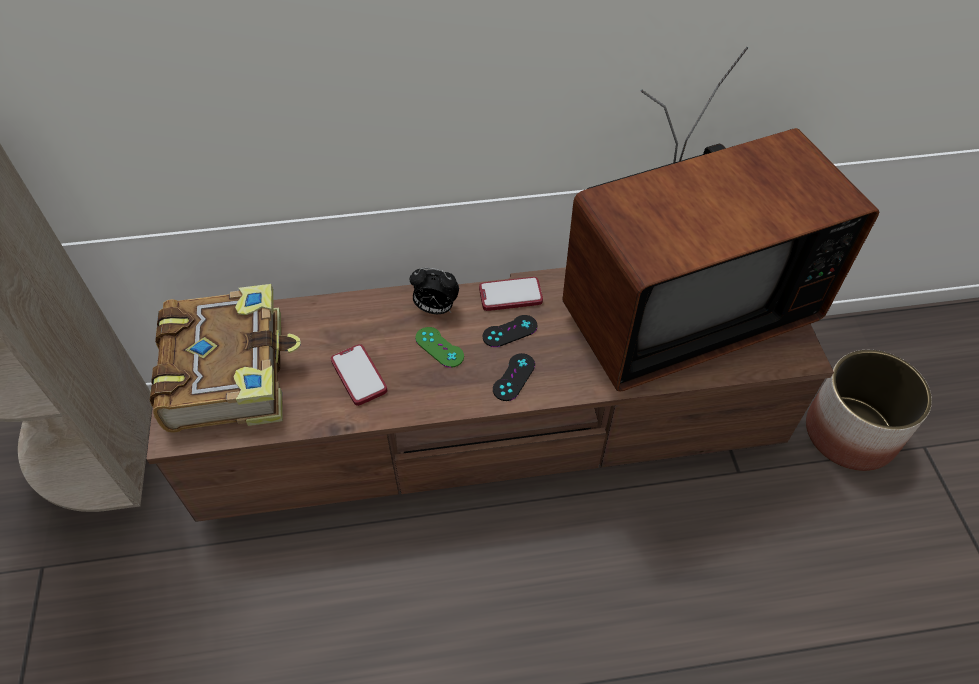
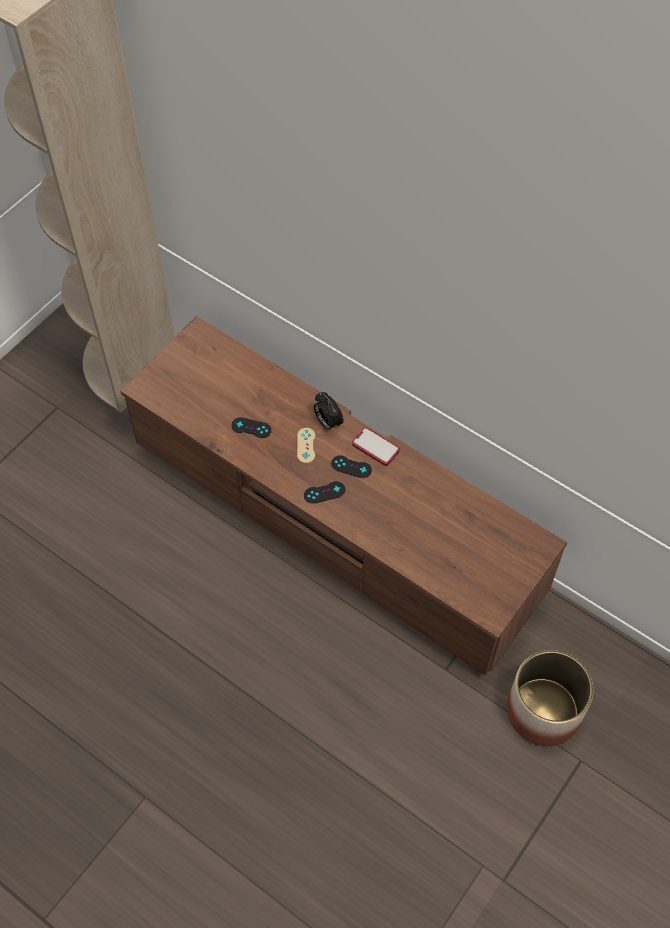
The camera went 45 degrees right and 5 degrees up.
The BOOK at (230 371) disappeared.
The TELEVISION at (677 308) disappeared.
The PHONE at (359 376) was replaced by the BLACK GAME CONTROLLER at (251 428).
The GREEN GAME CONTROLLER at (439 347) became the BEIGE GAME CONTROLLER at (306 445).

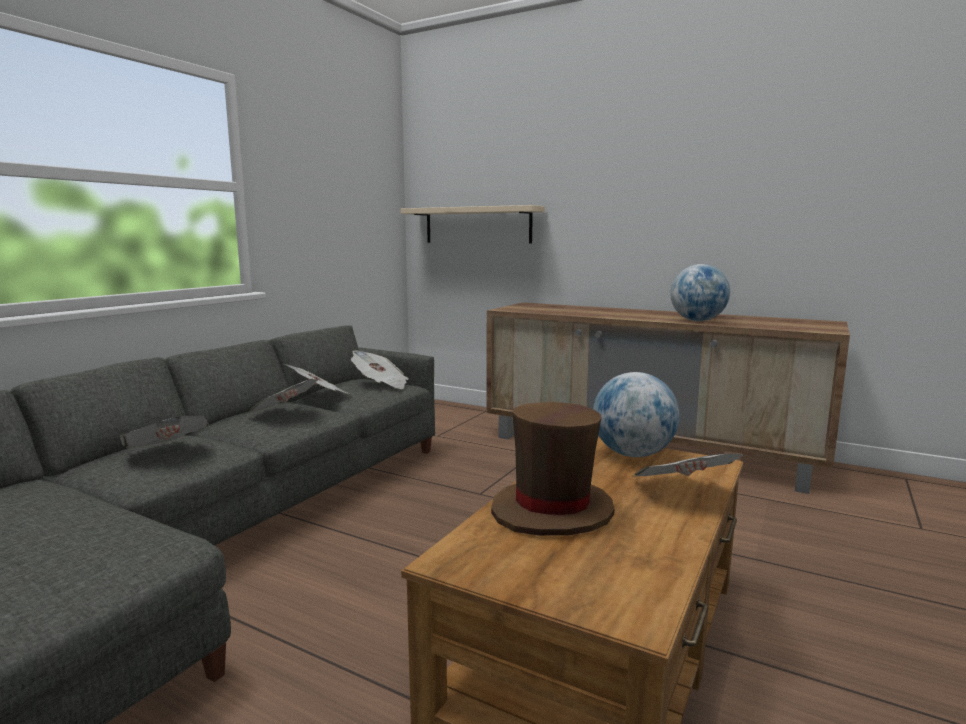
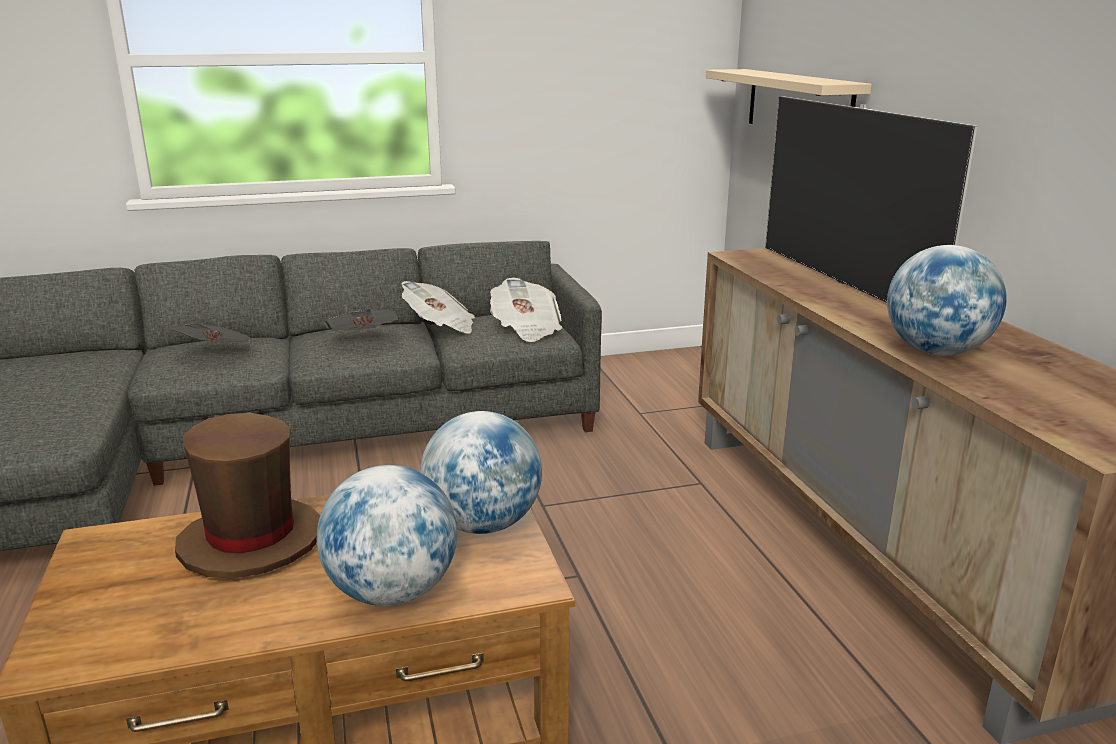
The camera went 45 degrees right and 10 degrees up.
The TELEVISION at (843 283) appeared.
The NEWSPAPER at (682 492) was replaced by the GLOBE at (392 592).

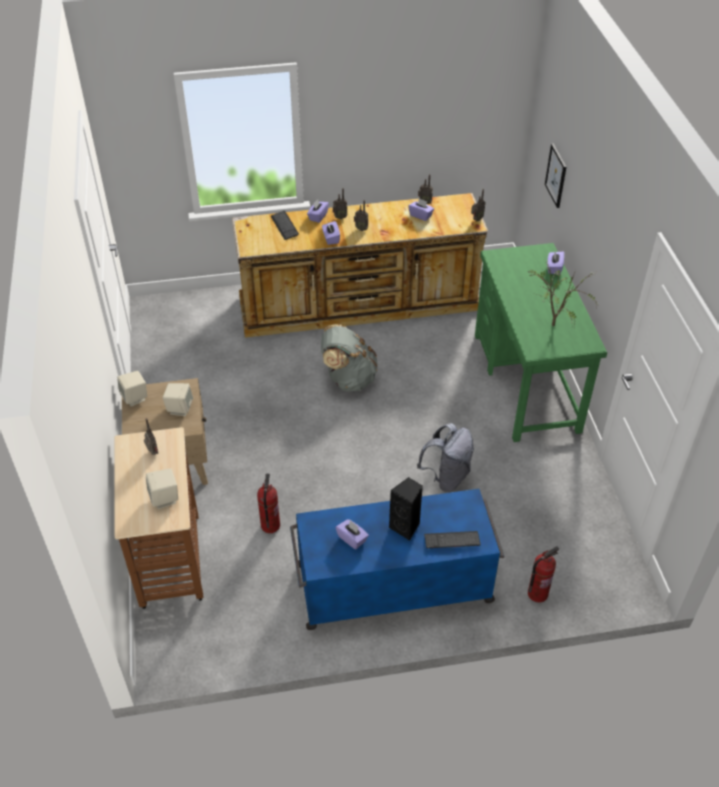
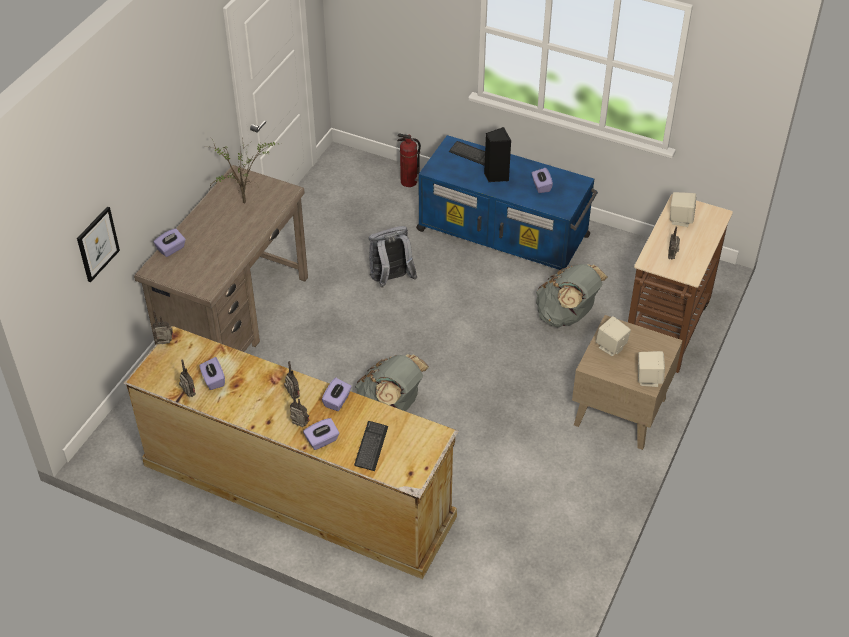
The camera went 145 degrees left and 0 degrees up.
The FIRE EXTINGUISHER at (270 525) was replaced by the GREY BACKPACK at (566 315).
The GREEN DESK at (527 382) became the BROWN DESK at (235 318).

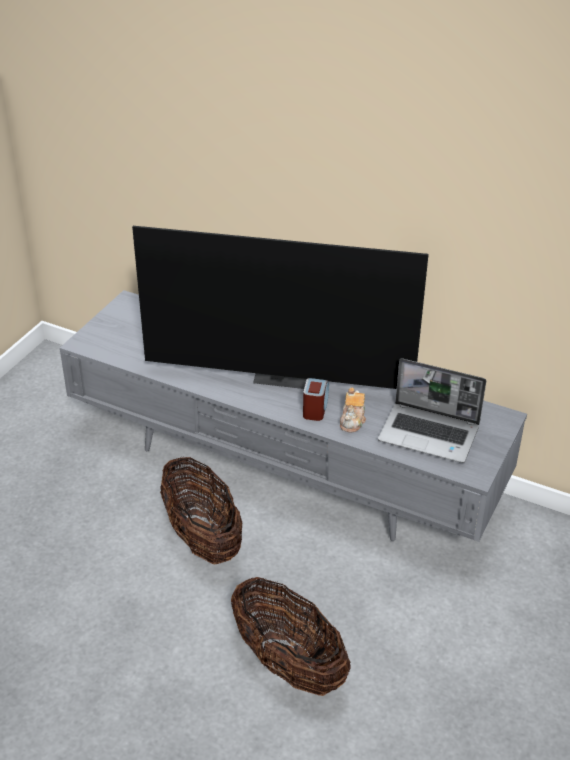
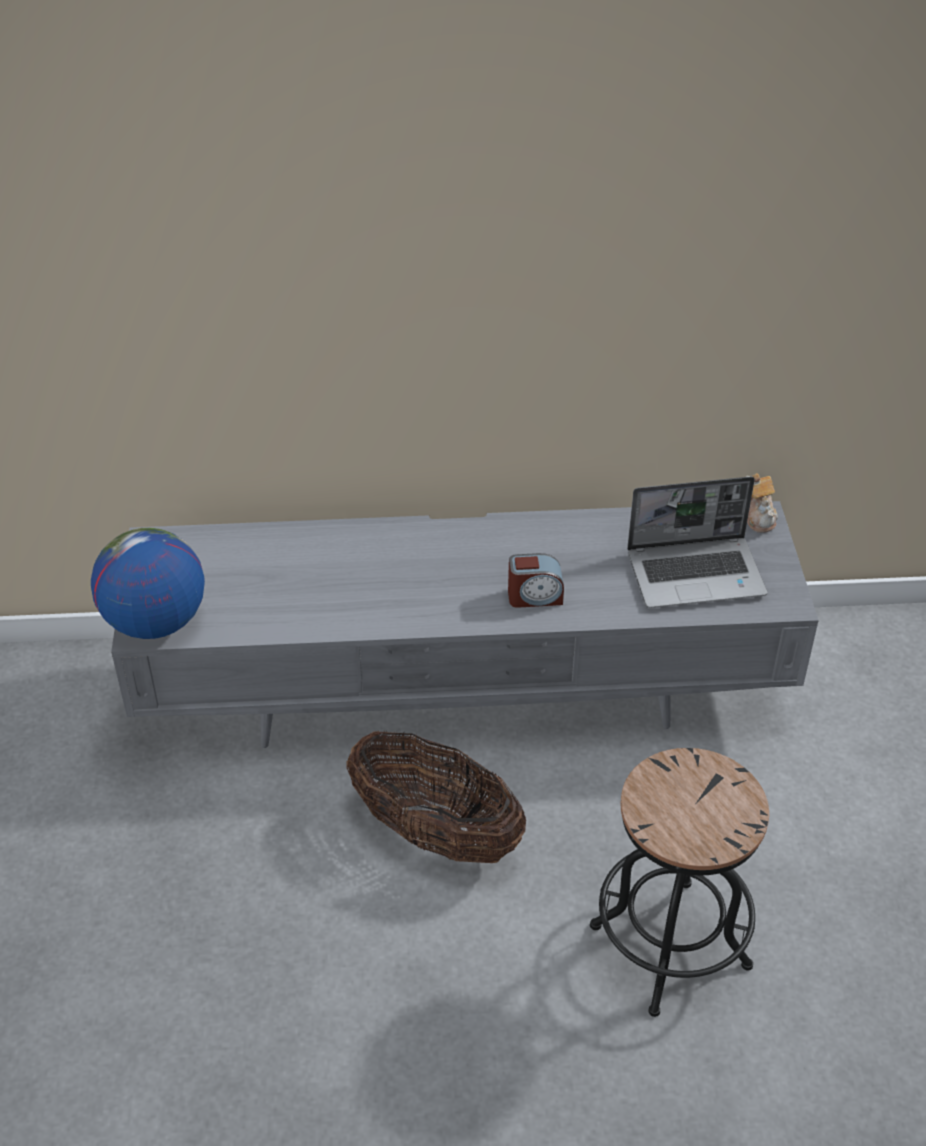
The camera went 30 degrees left and 5 degrees up.
The TELEVISION at (282 375) disappeared.
The GLOBE at (155 622) appeared.
The TEAPOT moved from (352 421) to (757 516).
The BASKET at (288 663) was replaced by the BLACK STOOL at (670 945).
The ALARM CLOCK at (315 408) turned 105 degrees clockwise.

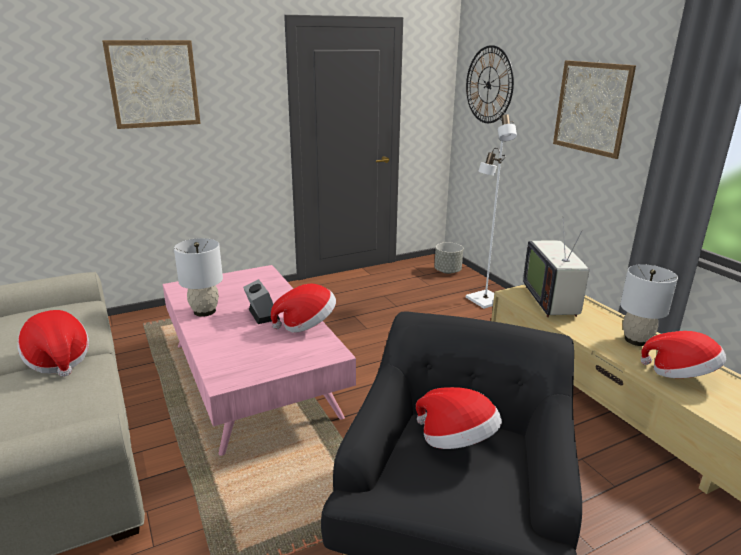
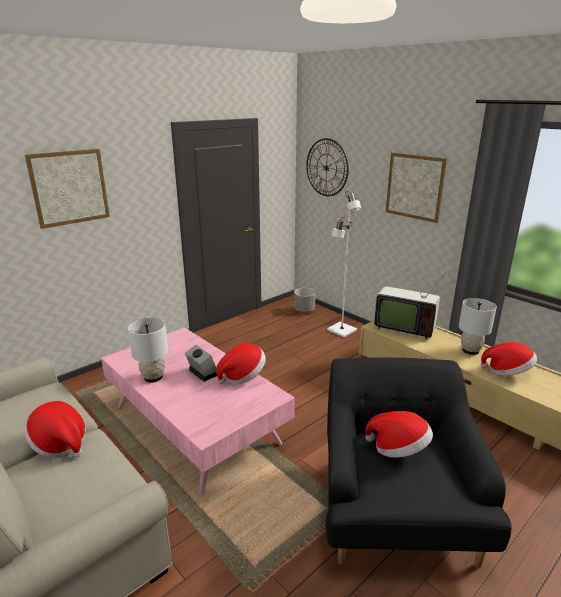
The camera went 15 degrees left and 0 degrees up.
The TELEVISION at (553 300) turned 45 degrees counterclockwise.

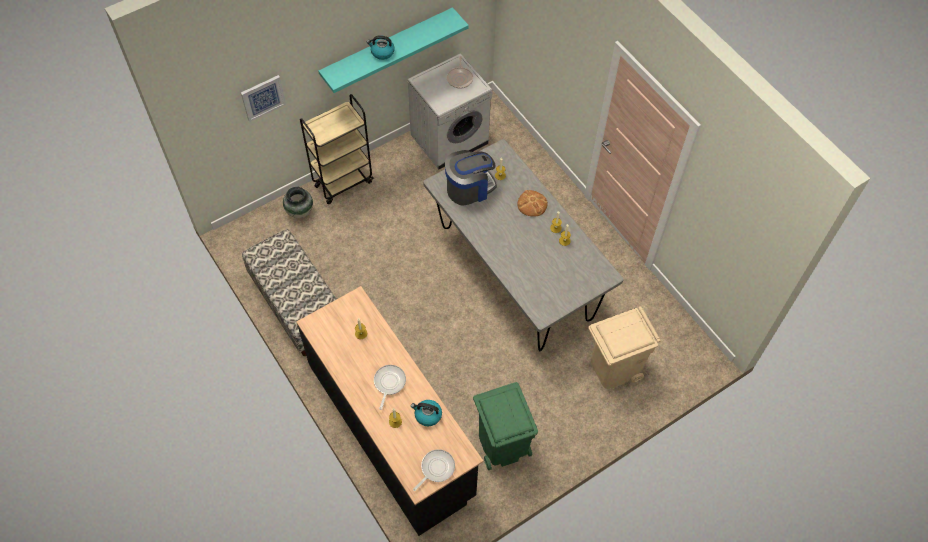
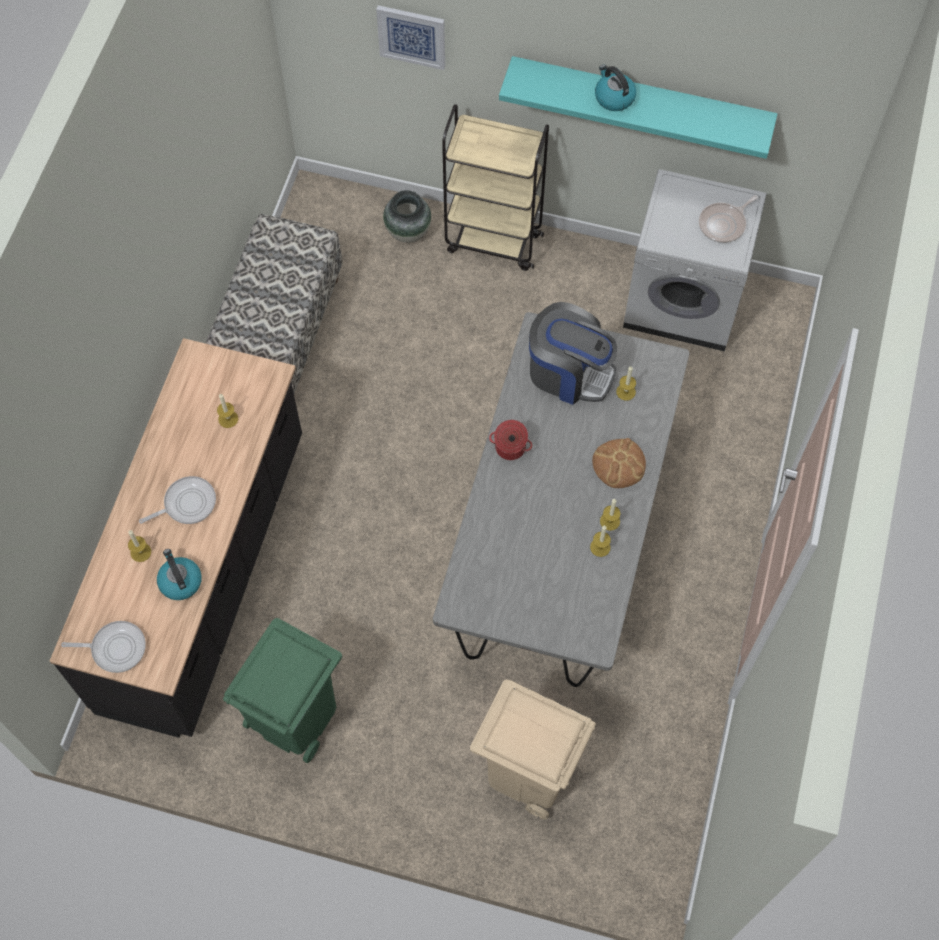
The camera went 50 degrees right and 5 degrees up.
The COOKING POT at (510 448) appeared.

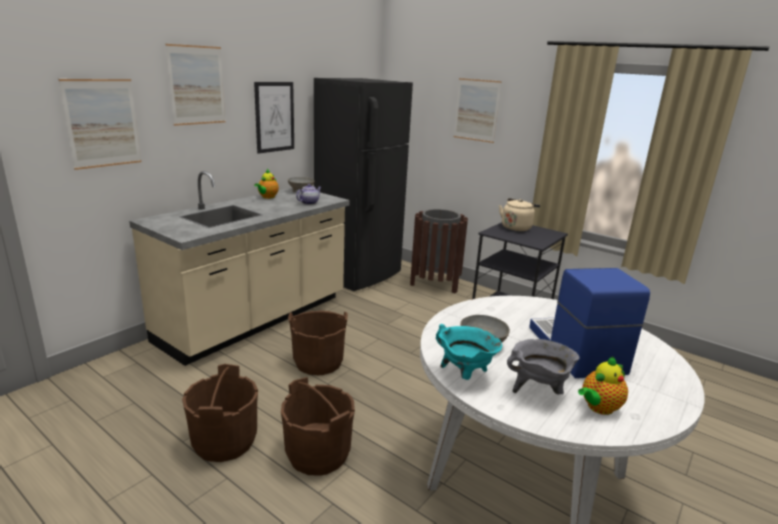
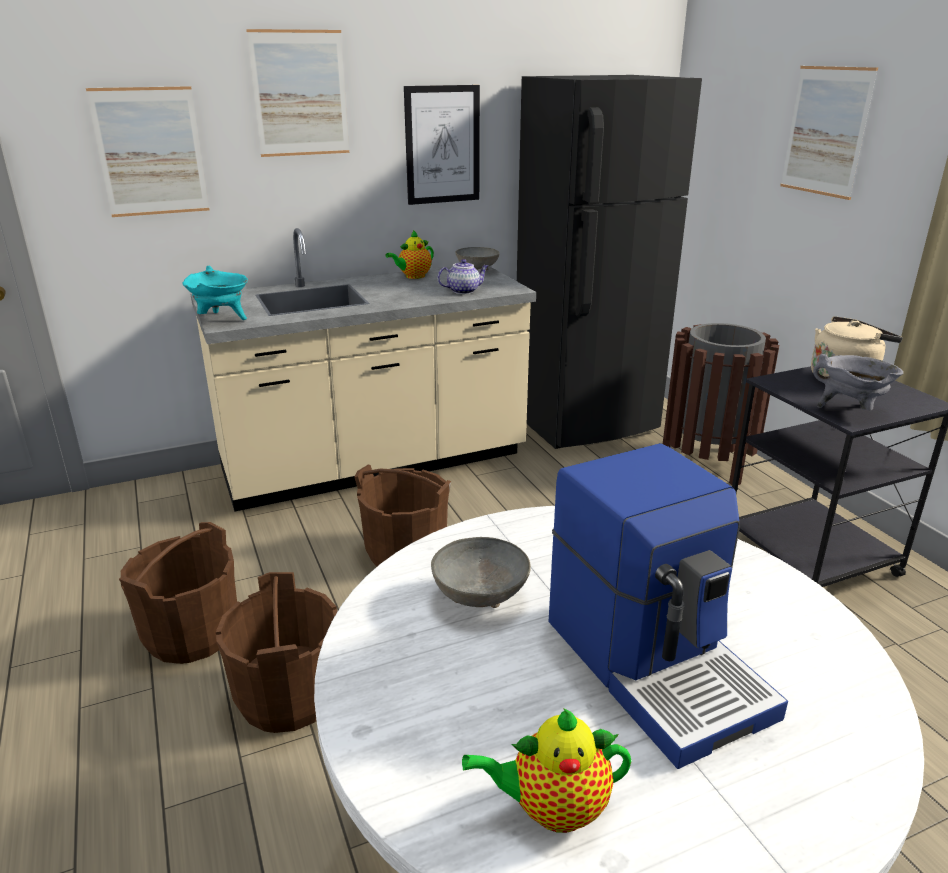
The camera went 30 degrees right and 5 degrees up.
The TURQUOISE COOKING POT moved from (464 375) to (222 319).
The GREY COOKING POT moved from (538 390) to (850 411).
The COFFEE MACHINE at (575 350) turned 135 degrees clockwise.

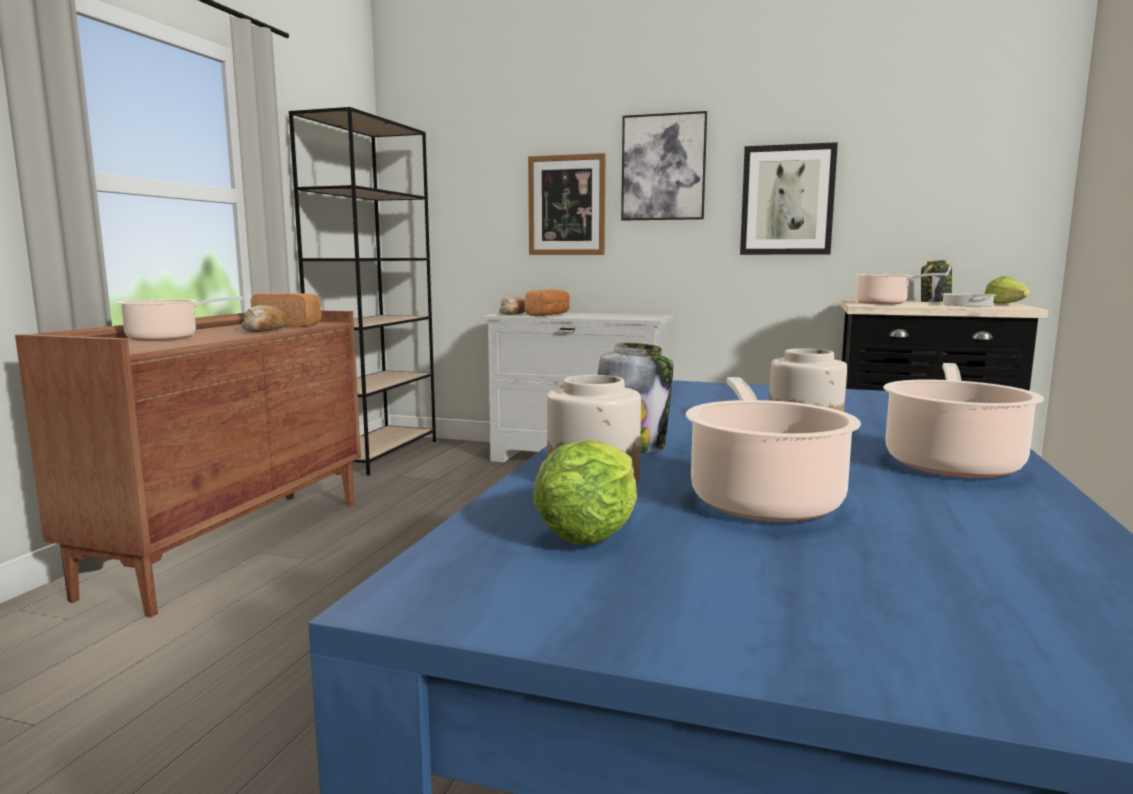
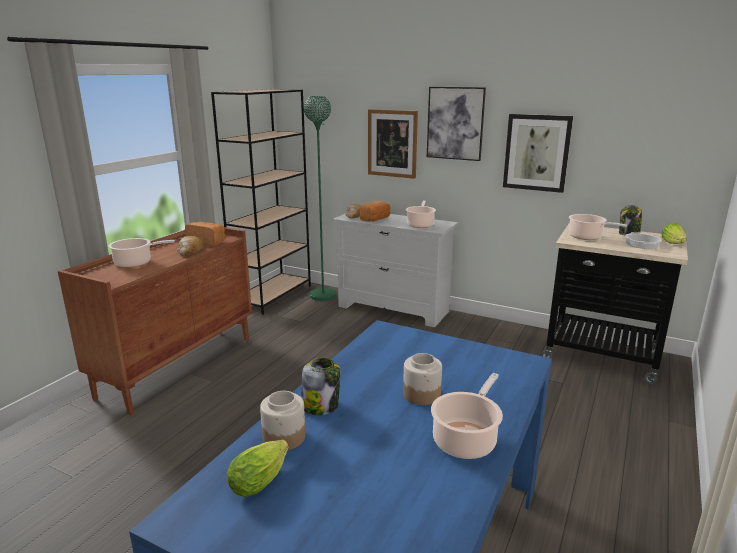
The camera went 10 degrees right and 10 degrees up.
The GREEN FLOOR LAMP at (323 295) appeared.
The COOKING POT moved from (763 498) to (420 224).

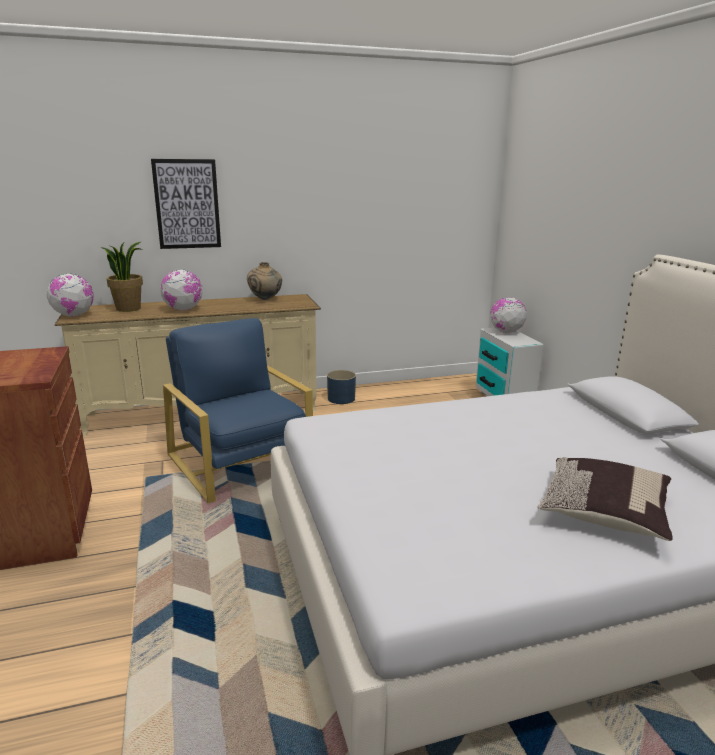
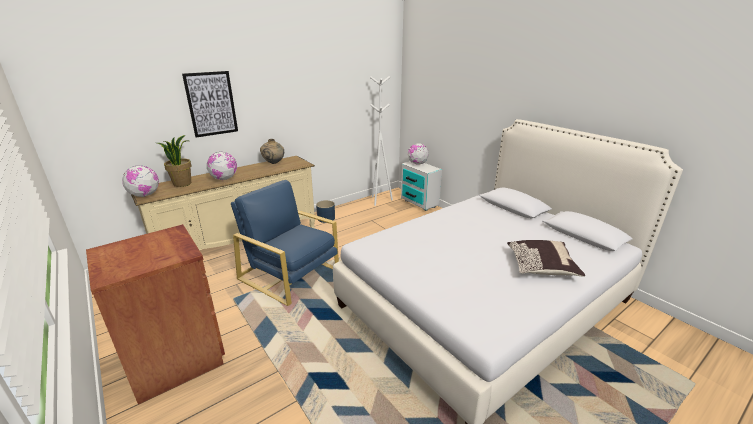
The camera went 20 degrees left and 5 degrees up.
The WHITE CLOTHES RACK at (380 200) appeared.

